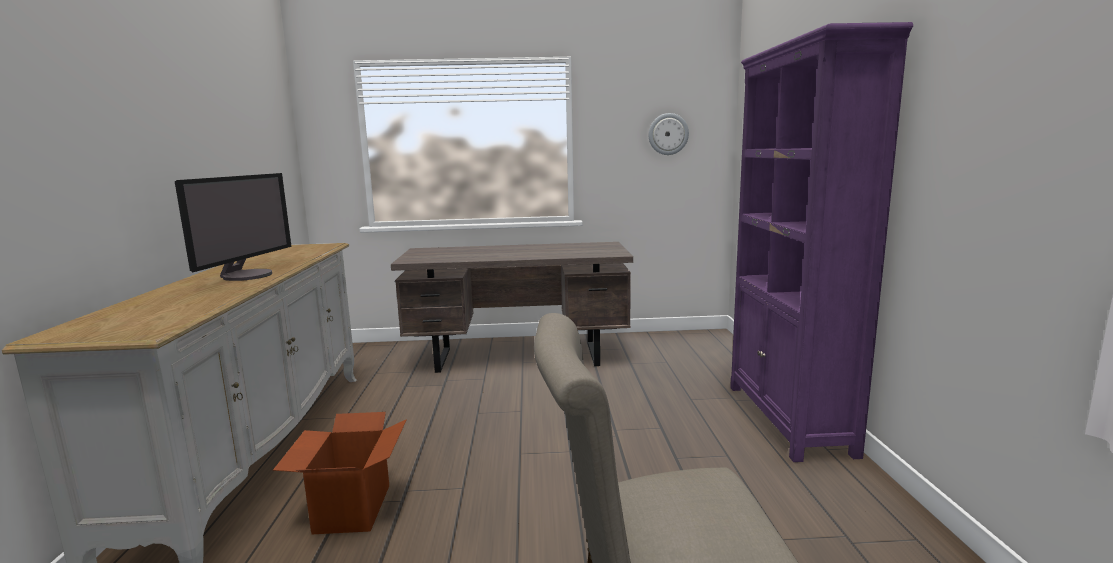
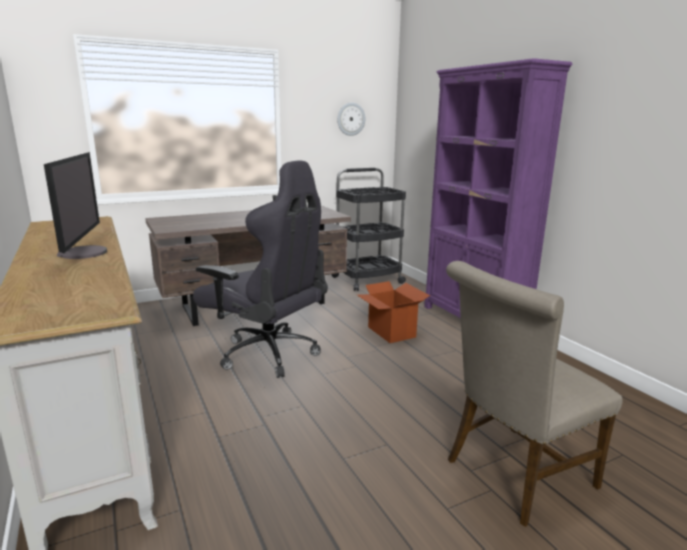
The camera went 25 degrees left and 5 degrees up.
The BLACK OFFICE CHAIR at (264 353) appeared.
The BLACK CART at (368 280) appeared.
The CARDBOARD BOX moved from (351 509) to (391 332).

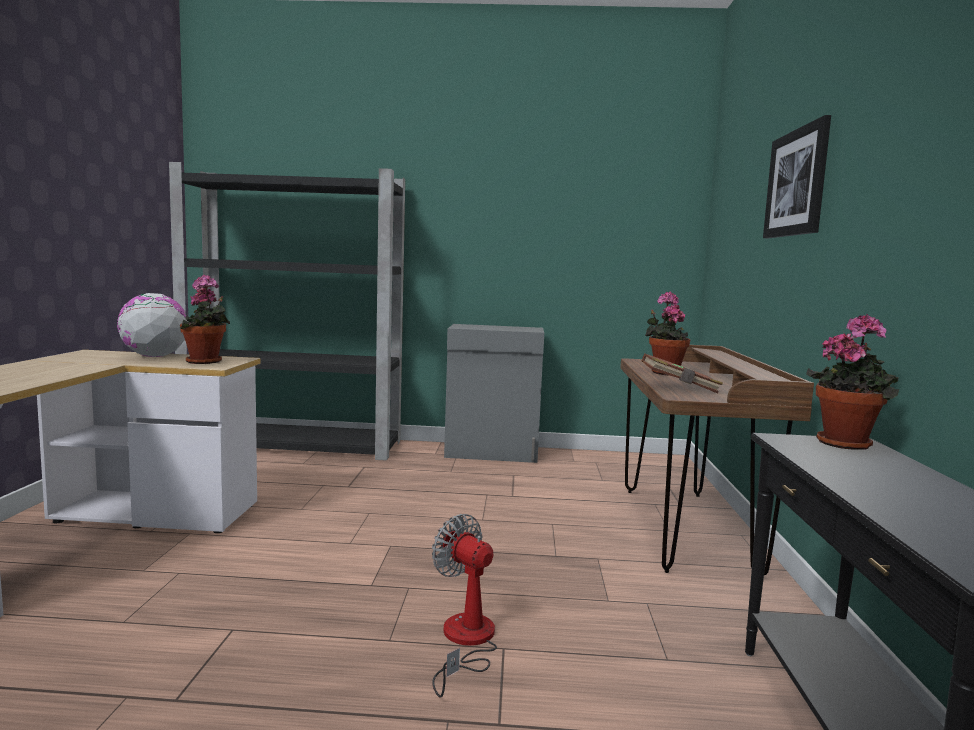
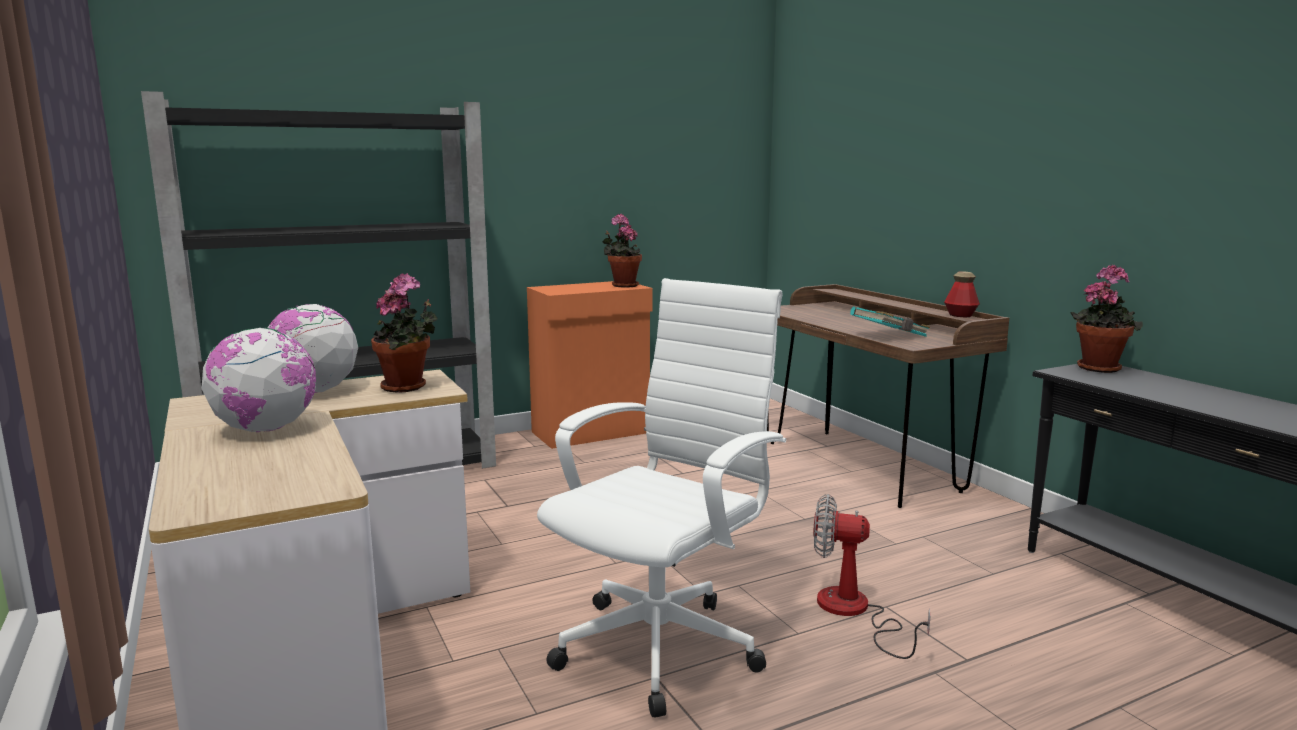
The camera went 30 degrees left and 5 degrees up.
The PICTURE at (797 183) disappeared.
The GLOBE at (266 429) appeared.
The WHITE OFFICE CHAIR at (664 645) appeared.
The BOTTLE at (960 315) appeared.
The POTTED PLANT moved from (664 373) to (622 285).
The GREY CABINET at (492 453) became the ORANGE CABINET at (592 432).
The BROWN BOOK at (679 388) became the TURQUOISE BOOK at (889 336).

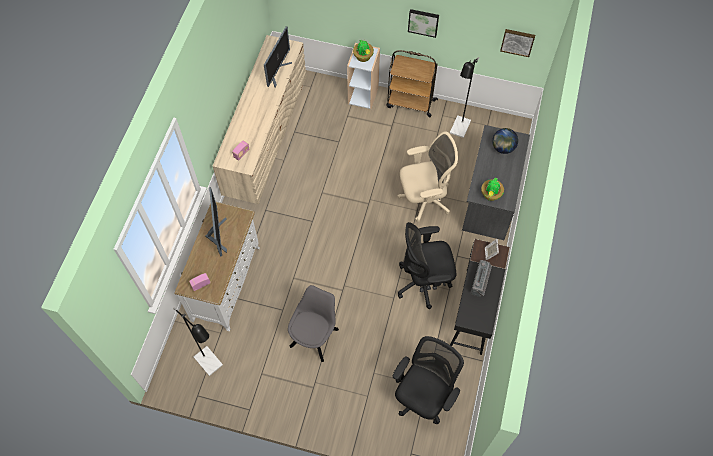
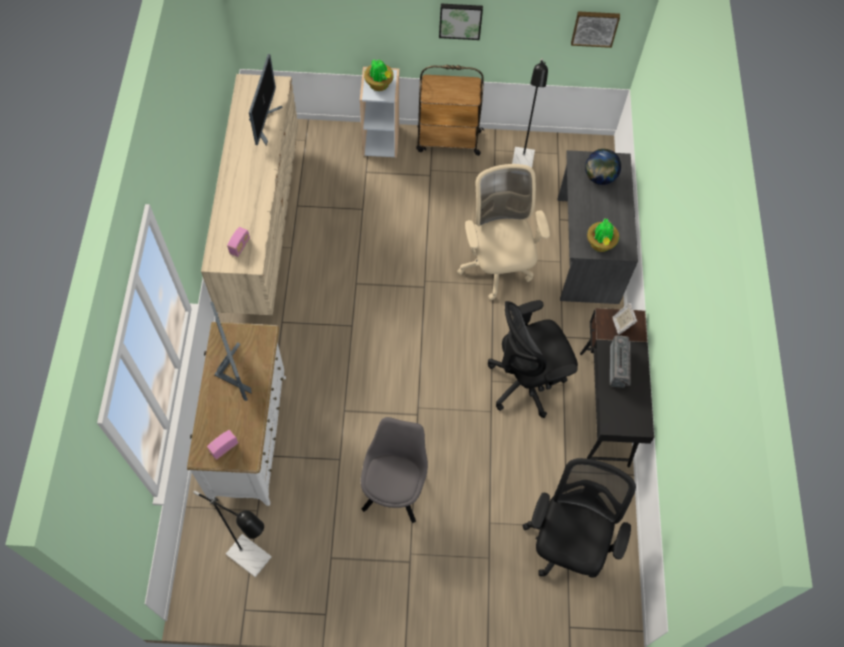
The camera went 15 degrees left and 0 degrees up.
The BEIGE OFFICE CHAIR at (423 201) turned 75 degrees counterclockwise.

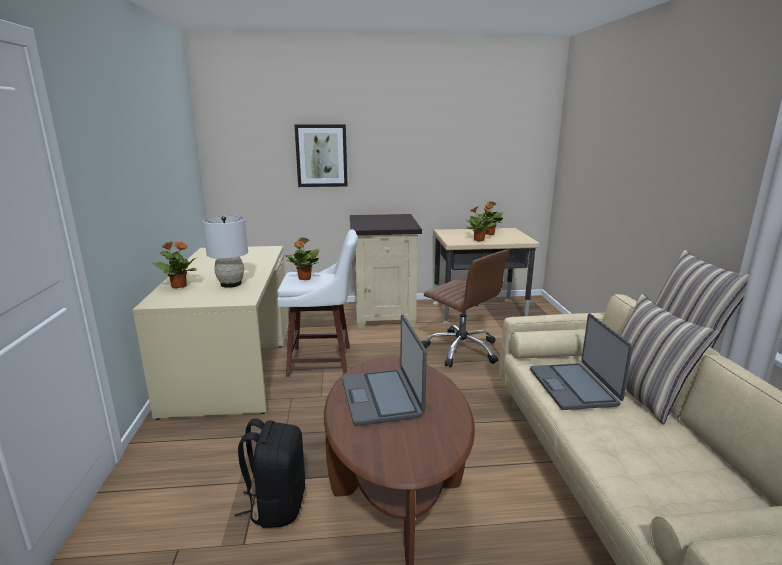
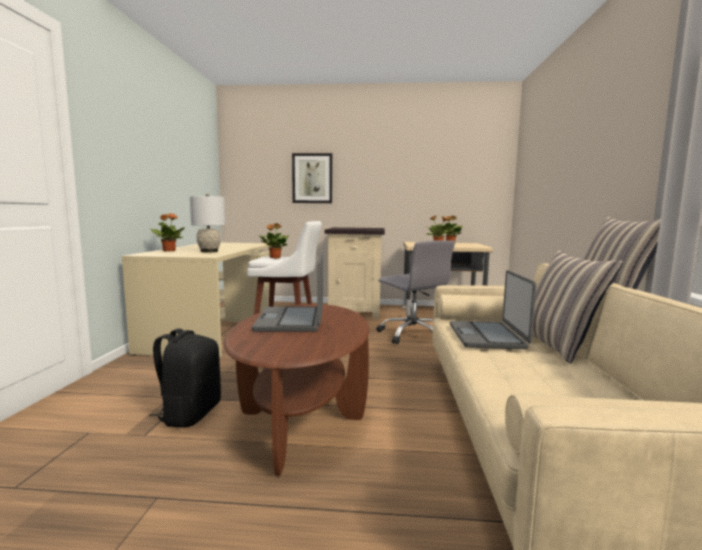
The camera went 10 degrees right and 10 degrees down.
The BROWN OFFICE CHAIR at (462 350) became the GREY OFFICE CHAIR at (413 335).

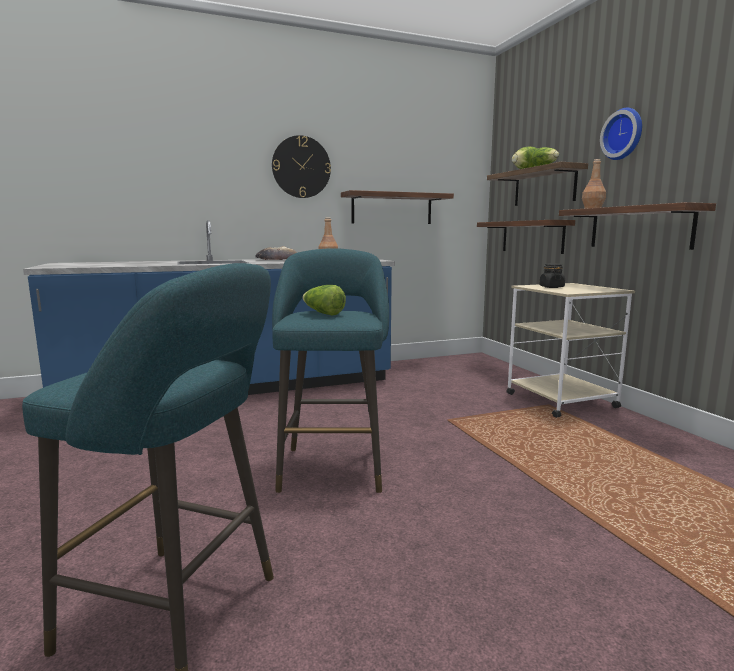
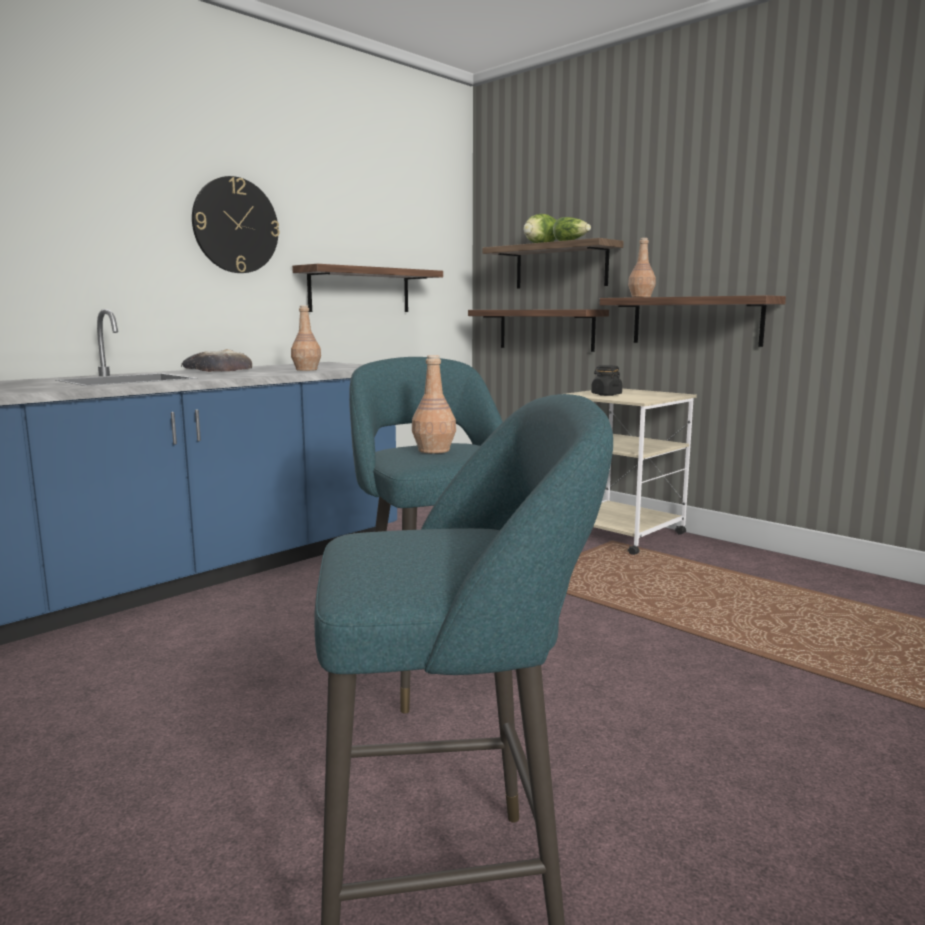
The camera went 25 degrees left and 0 degrees up.
The WALL CLOCK at (624 134) disappeared.
The LETTUCE at (322 313) was replaced by the BROWN BOTTLE at (434 450).

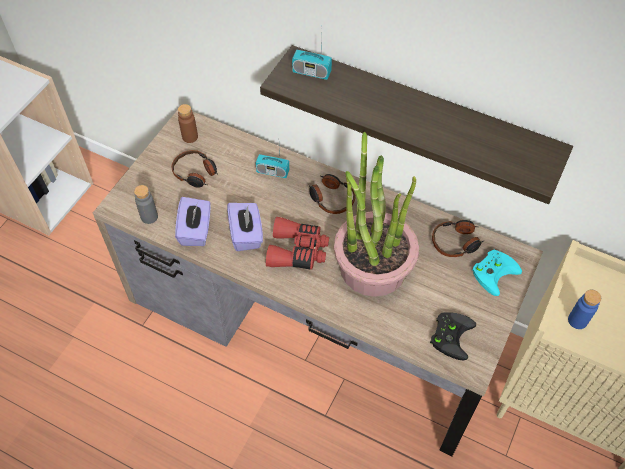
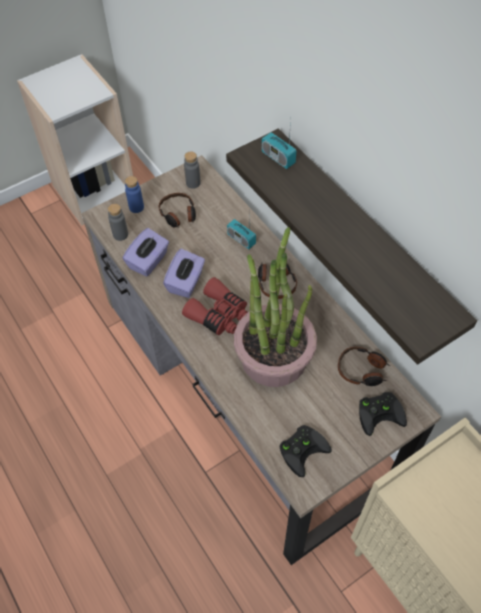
The camera went 30 degrees right and 0 degrees up.
The BLUE BOTTLE moved from (577 320) to (136 207).
The BROWN BOTTLE at (190 137) became the GREY BOTTLE at (193 183).
The TURQUOISE GAME CONTROLLER at (494 271) became the BLACK GAME CONTROLLER at (380 412).

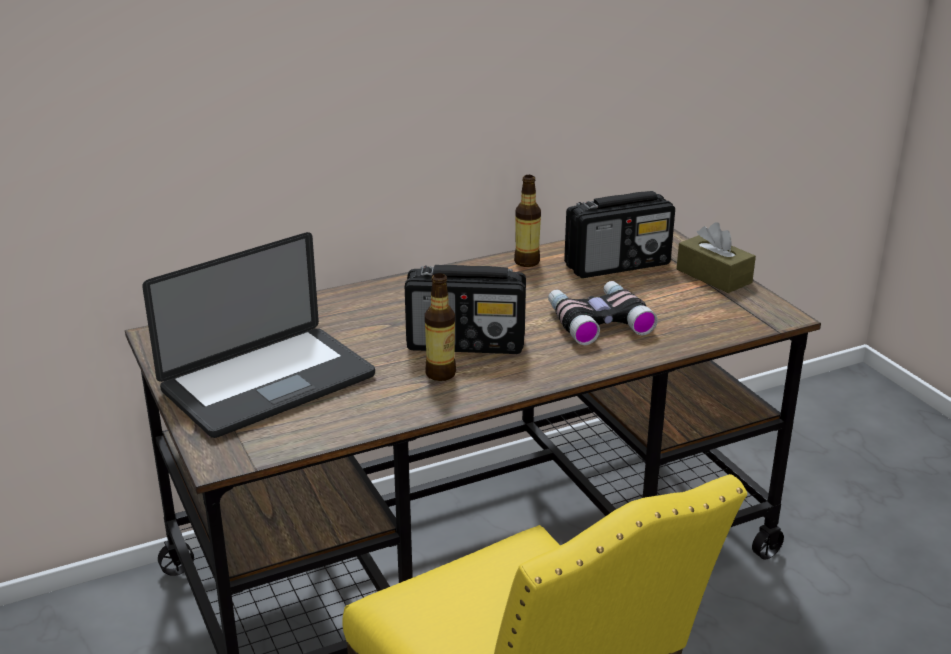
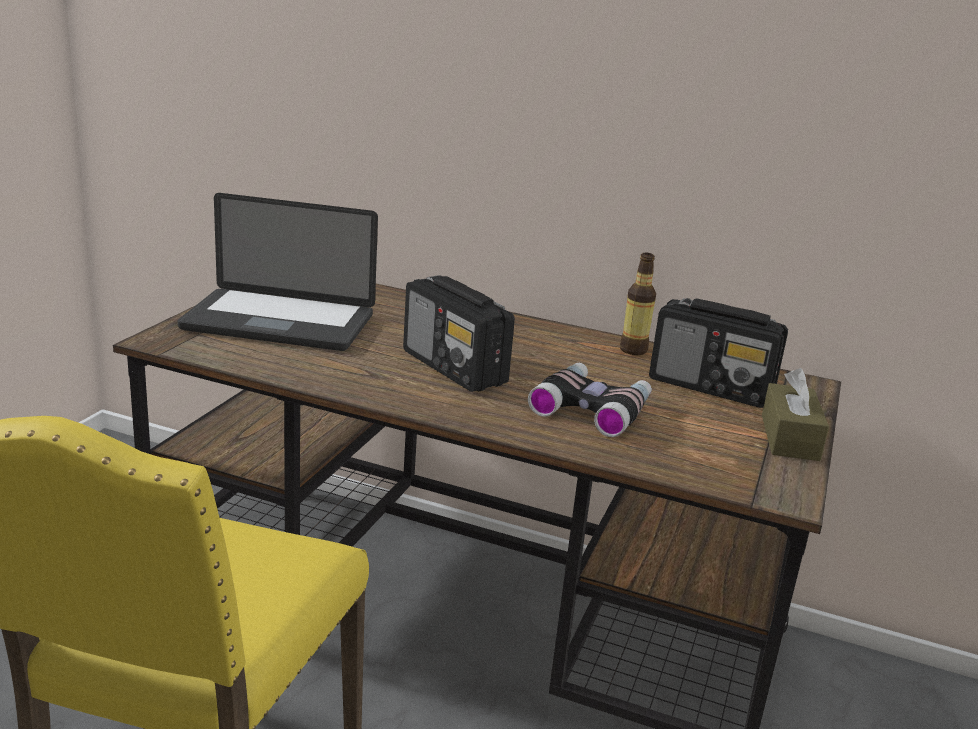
The camera went 45 degrees right and 5 degrees down.
The BOTTLE at (440 374) disappeared.

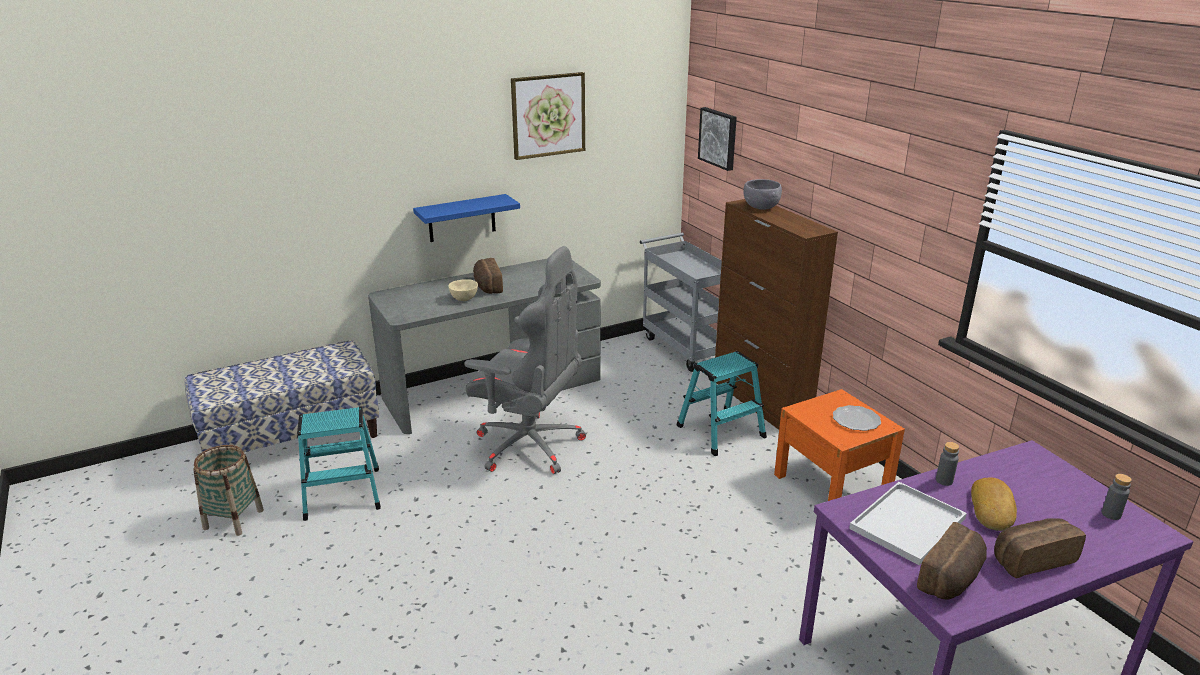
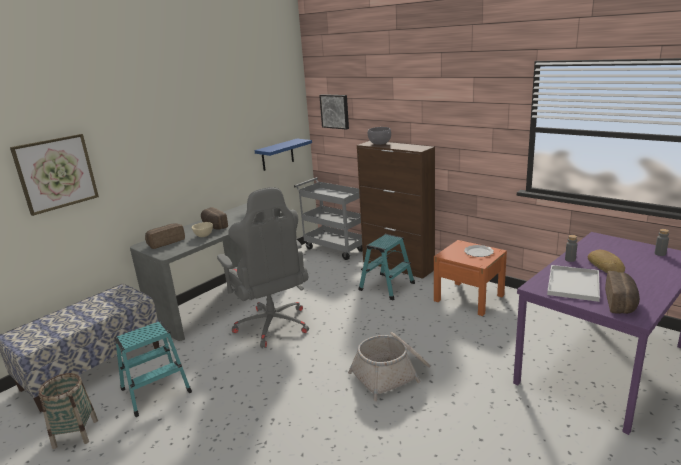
The camera went 20 degrees left and 5 degrees down.
The BASKET at (391 374) appeared.
The BLUE SHELF moved from (461 218) to (277 155).
The PICTURE moved from (548 115) to (56 173).
The BREAD moved from (1030 558) to (166 242).
The GREY OFFICE CHAIR at (527 445) turned 60 degrees clockwise.

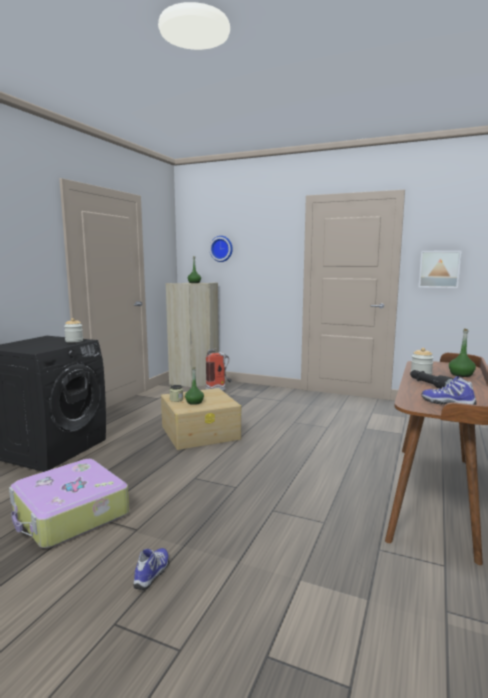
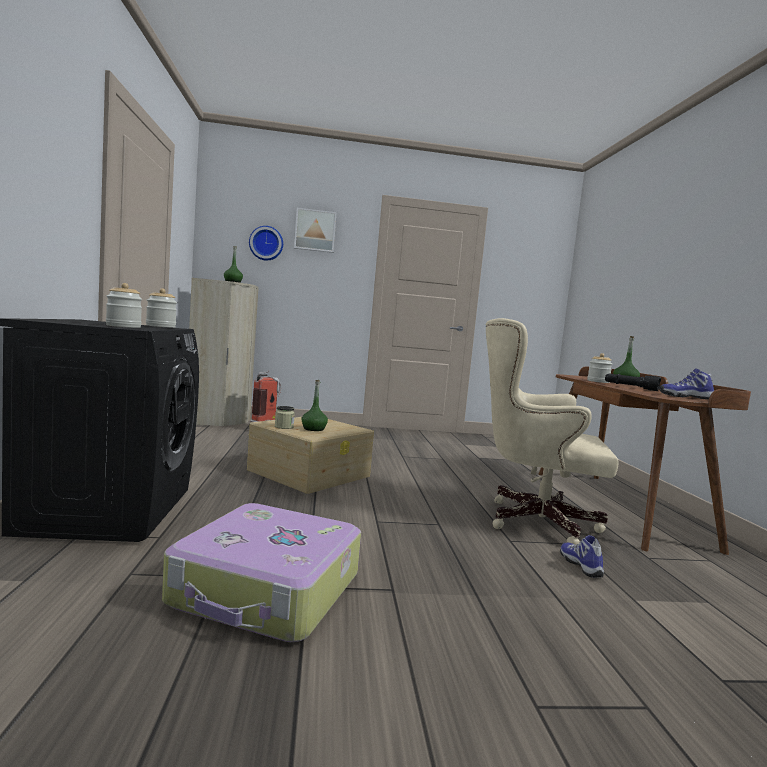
The camera went 30 degrees left and 5 degrees down.
The JAR at (123 326) appeared.
The BEIGE OFFICE CHAIR at (532 521) appeared.
The SHOE moved from (153 573) to (581 565).
The PICTURE moved from (439 269) to (315 230).

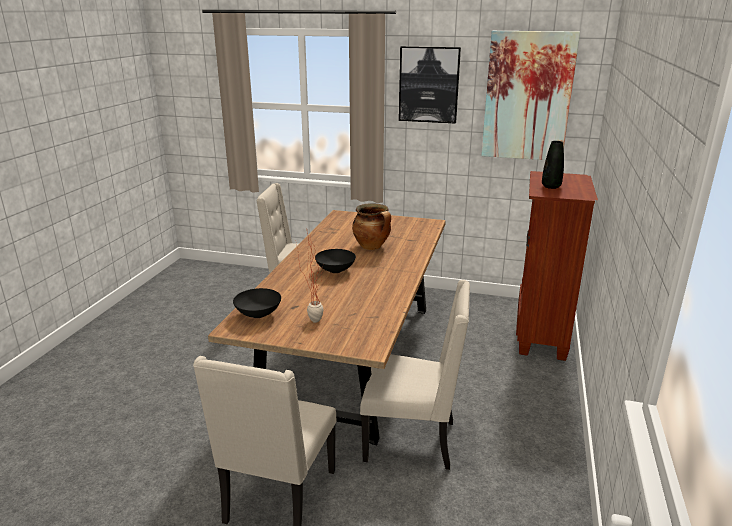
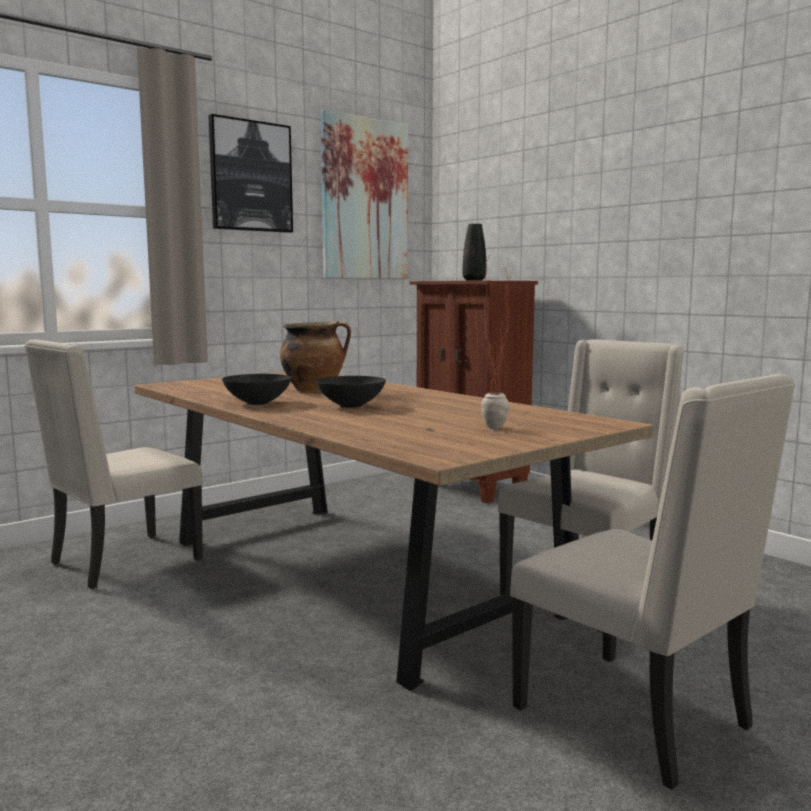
The camera went 55 degrees left and 15 degrees down.
The BLACK BOWL moved from (257 315) to (257 403).

